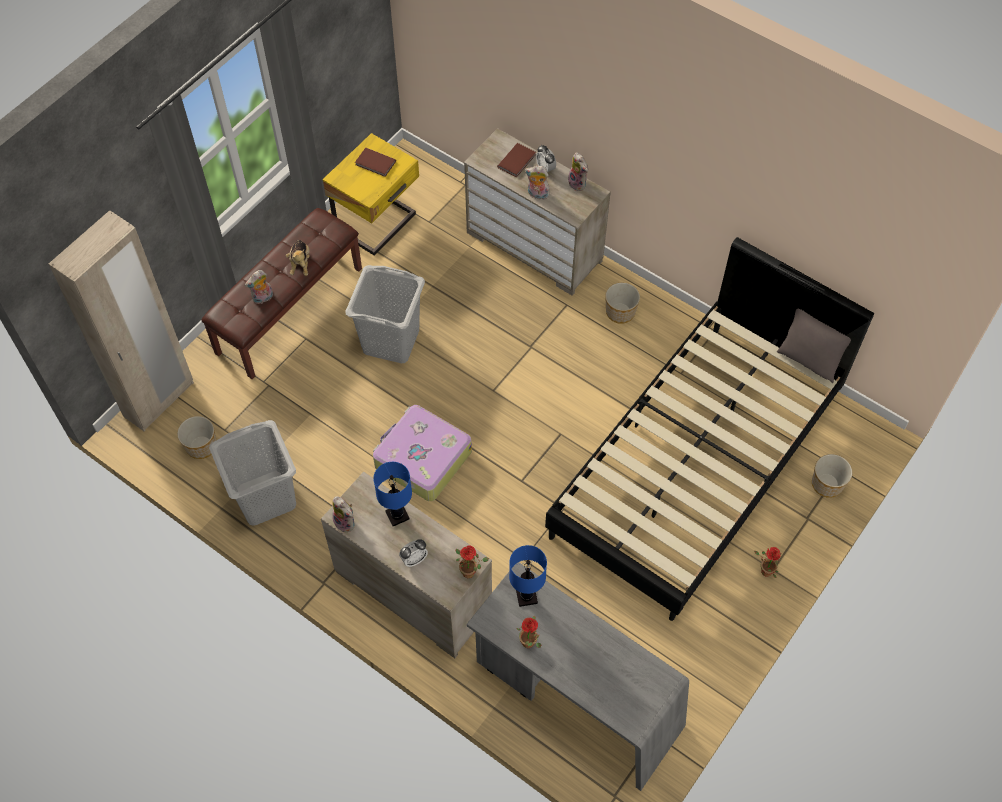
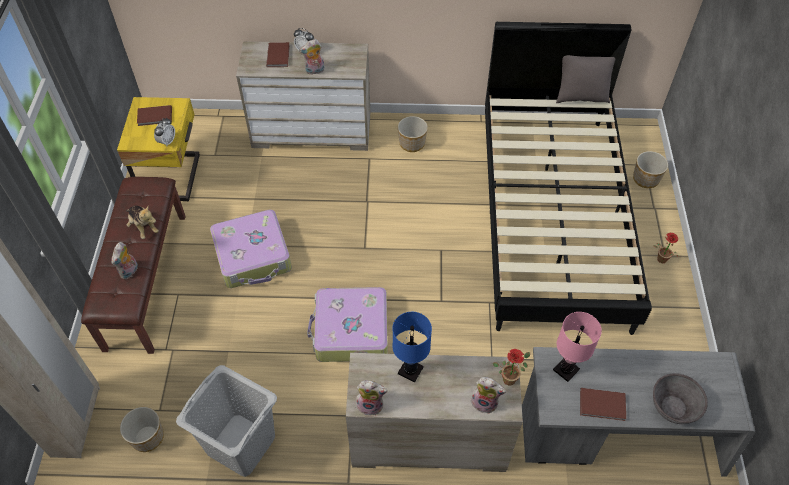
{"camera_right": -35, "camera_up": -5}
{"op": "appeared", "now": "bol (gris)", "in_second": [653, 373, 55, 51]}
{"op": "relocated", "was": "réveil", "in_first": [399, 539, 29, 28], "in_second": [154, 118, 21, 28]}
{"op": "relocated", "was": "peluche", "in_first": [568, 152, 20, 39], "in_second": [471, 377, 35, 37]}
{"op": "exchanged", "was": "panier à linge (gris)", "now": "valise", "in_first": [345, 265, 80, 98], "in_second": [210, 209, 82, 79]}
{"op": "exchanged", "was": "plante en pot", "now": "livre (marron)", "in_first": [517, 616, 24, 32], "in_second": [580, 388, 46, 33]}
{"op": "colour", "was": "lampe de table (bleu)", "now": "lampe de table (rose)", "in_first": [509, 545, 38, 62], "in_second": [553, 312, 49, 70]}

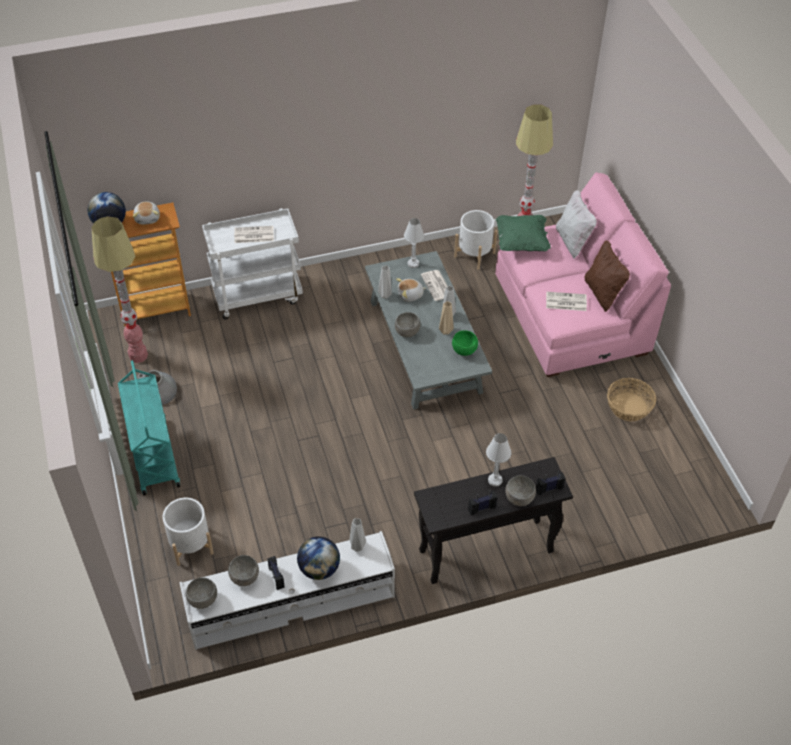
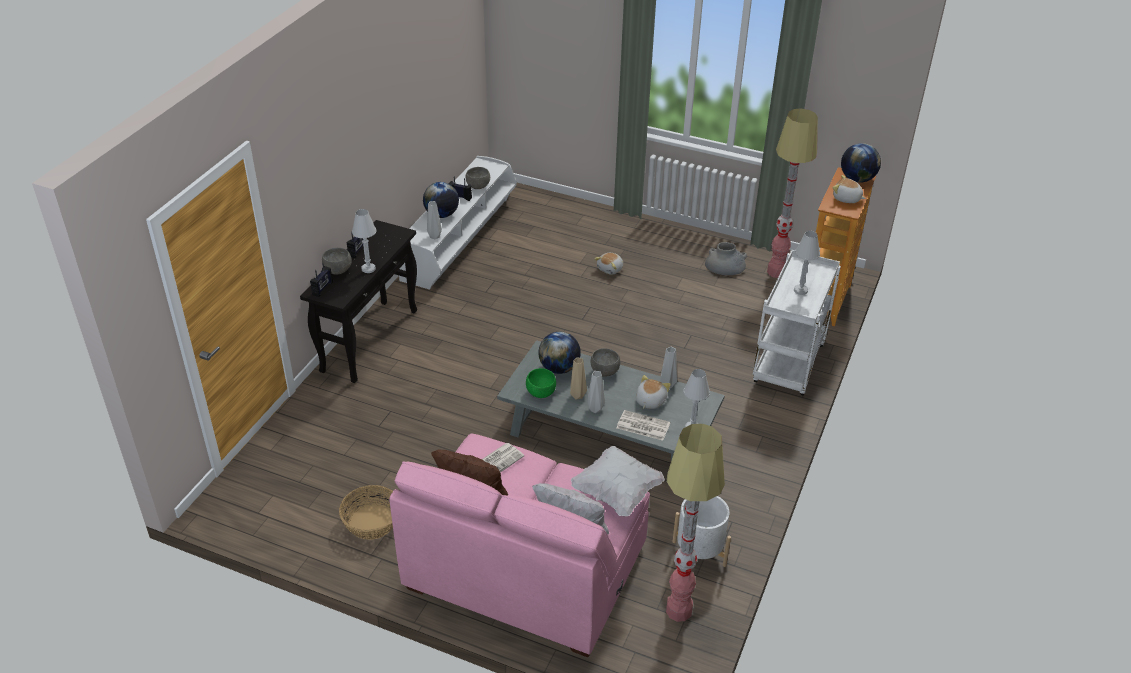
{"camera_right": 130, "camera_up": -10}
{"op": "missing", "was": "chariot (turquoise)", "in_first": [118, 360, 62, 136]}
{"op": "missing", "was": "cache-pot (blanc)", "in_first": [163, 498, 51, 68]}
{"op": "missing", "was": "bol (gris)", "in_first": [186, 577, 31, 32]}
{"op": "appeared", "now": "globe", "in_second": [538, 332, 43, 42]}
{"op": "appeared", "now": "peluche", "in_second": [594, 253, 29, 22]}
{"op": "exchanged", "was": "journal", "now": "lampe de table (blanc)", "in_first": [234, 226, 40, 17], "in_second": [794, 231, 26, 64]}
{"op": "colour", "was": "coussin (vert)", "now": "coussin (blanc)", "in_first": [495, 215, 56, 36], "in_second": [571, 446, 94, 70]}

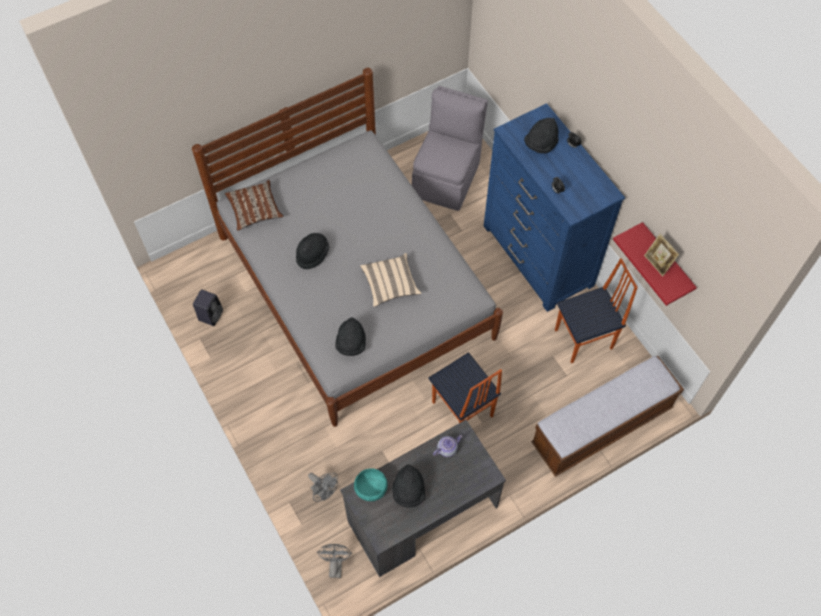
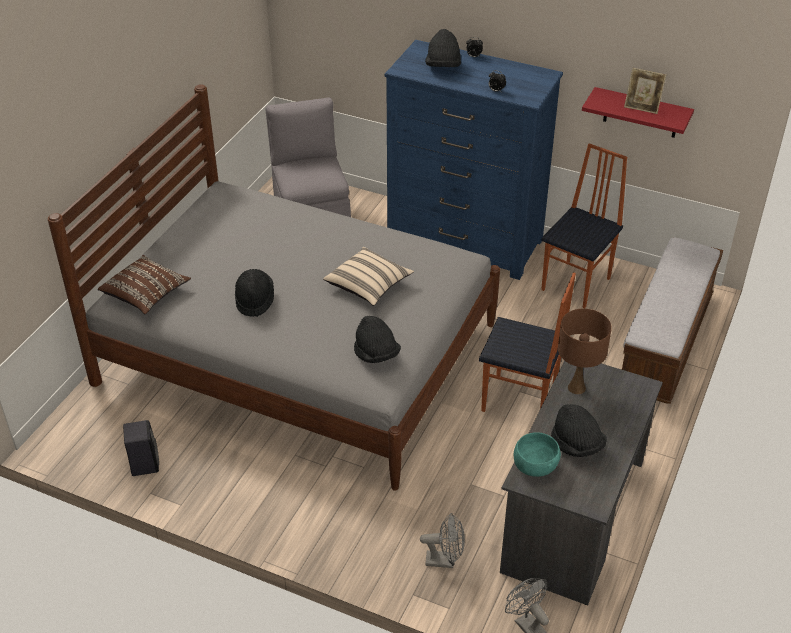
{"camera_right": -35, "camera_up": -20}
{"op": "exchanged", "was": "théière", "now": "lampe de table (marron)", "in_first": [433, 435, 29, 22], "in_second": [558, 309, 54, 85]}

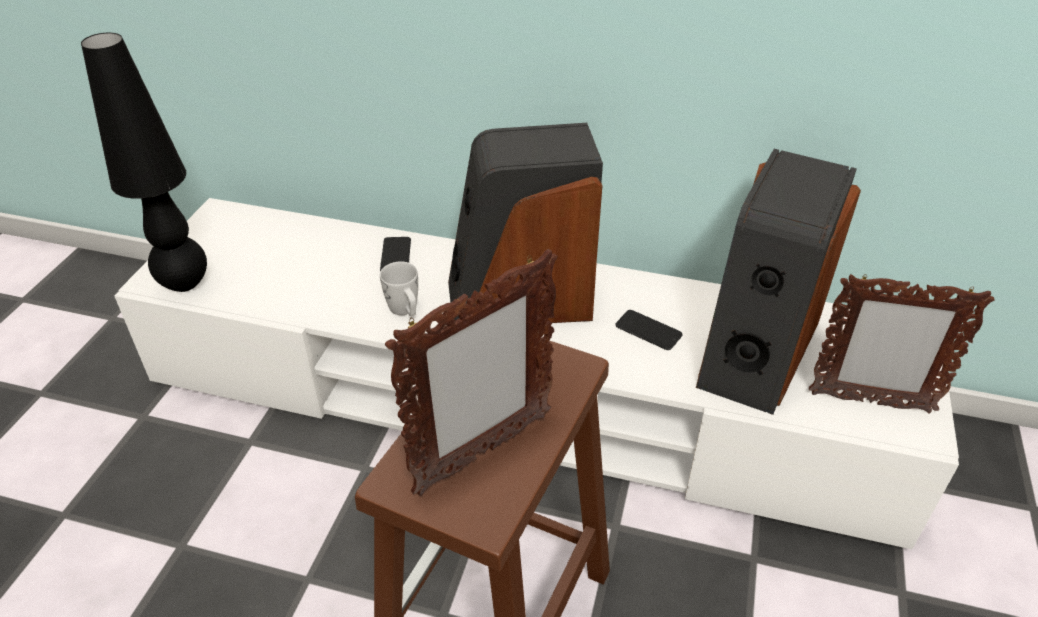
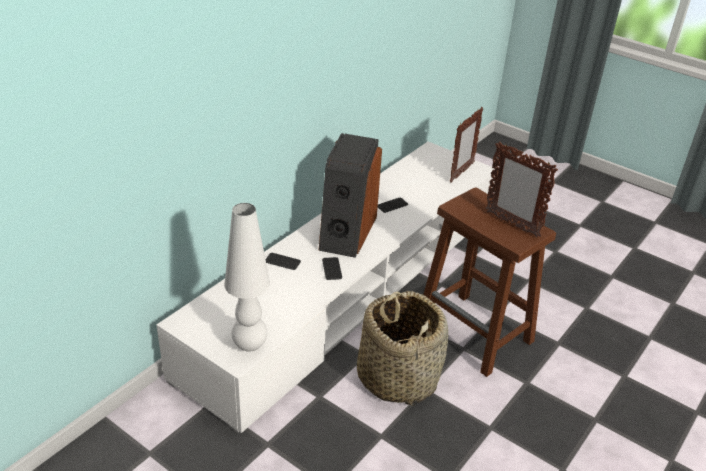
{"camera_right": -70, "camera_up": -5}
{"op": "missing", "was": "enceinte", "in_first": [696, 149, 165, 266]}
{"op": "appeared", "now": "panier", "in_second": [357, 291, 91, 115]}
{"op": "exchanged", "was": "mug (blanc)", "now": "téléphone", "in_first": [380, 262, 38, 54], "in_second": [322, 257, 20, 23]}
{"op": "colour", "was": "lampe de table (noir)", "now": "lampe de table (blanc)", "in_first": [81, 33, 126, 259], "in_second": [224, 203, 46, 149]}
{"op": "spun", "was": "cadre photo", "in_first": [385, 249, 173, 247], "in_second": [485, 142, 73, 96], "clockwise": 150}

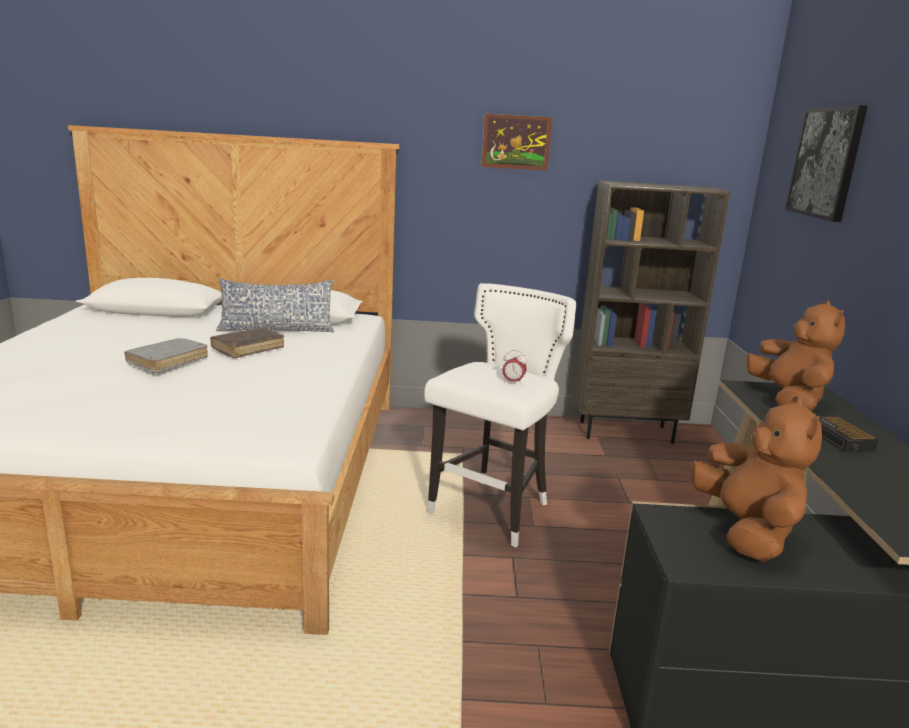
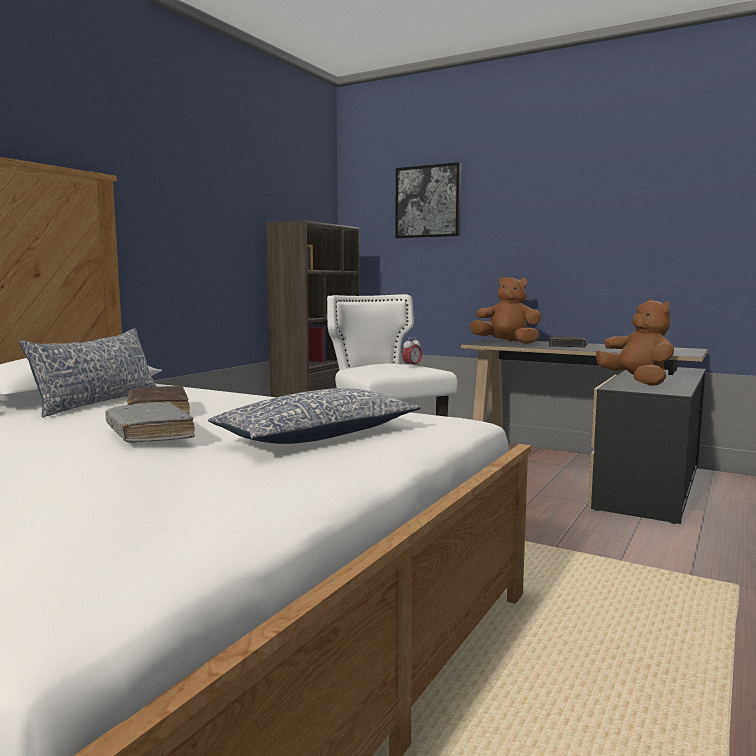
{"camera_right": -60, "camera_up": -10}
{"op": "missing", "was": "tableau", "in_first": [481, 114, 71, 57]}
{"op": "appeared", "now": "coussin", "in_second": [208, 388, 213, 56]}
{"op": "spun", "was": "peluche (marron)", "in_first": [691, 396, 131, 166], "in_second": [596, 299, 78, 87], "clockwise": 45}

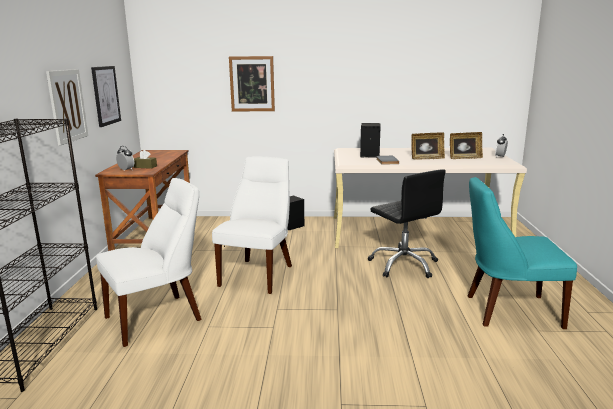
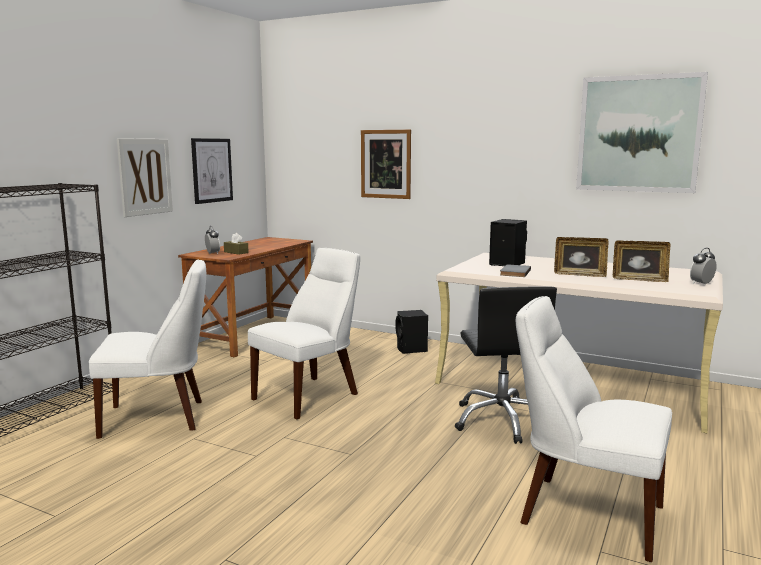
{"camera_right": 25, "camera_up": -5}
{"op": "appeared", "now": "tableau", "in_second": [576, 72, 132, 121]}
{"op": "colour", "was": "chaise (turquoise)", "now": "chaise (blanc)", "in_first": [468, 177, 109, 152], "in_second": [516, 296, 156, 266]}

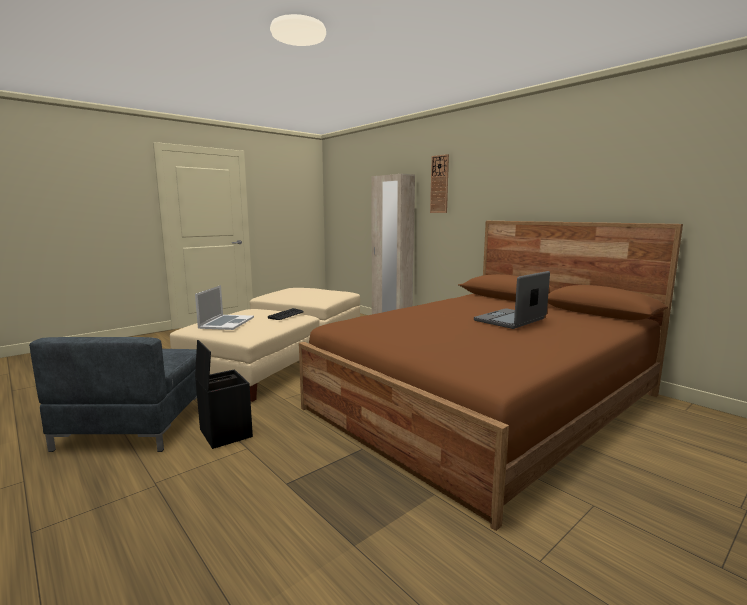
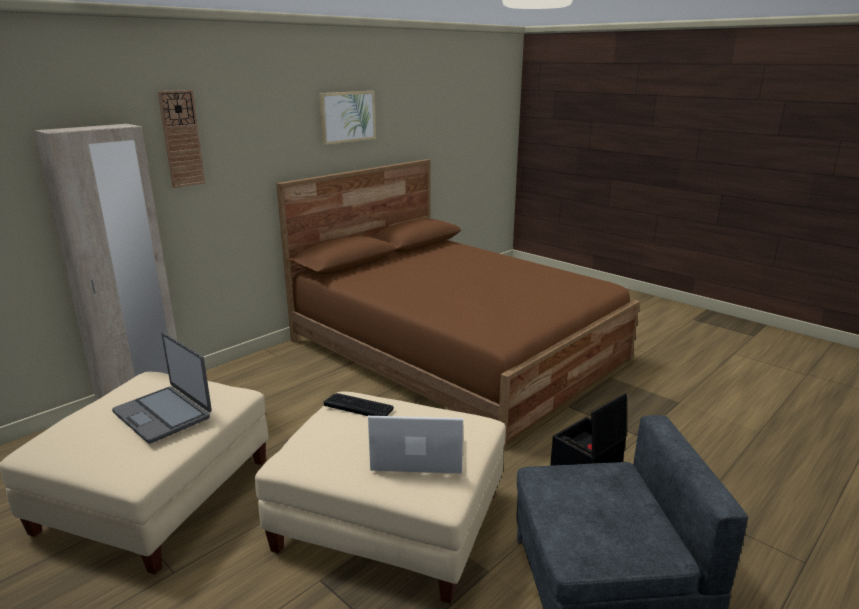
{"camera_right": -95, "camera_up": 10}
{"op": "appeared", "now": "tableau", "in_second": [319, 91, 57, 54]}
{"op": "relocated", "was": "ordinateur portable", "in_first": [474, 271, 76, 58], "in_second": [112, 333, 100, 111]}

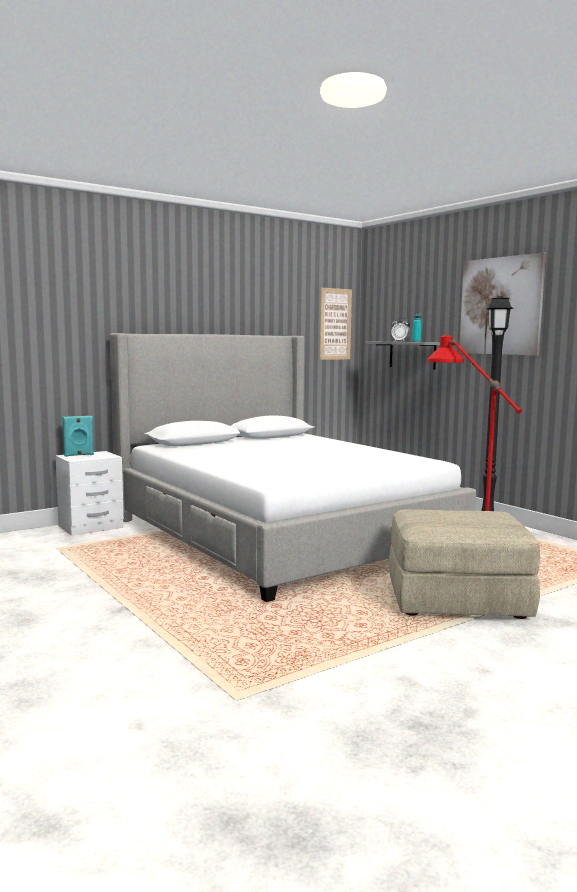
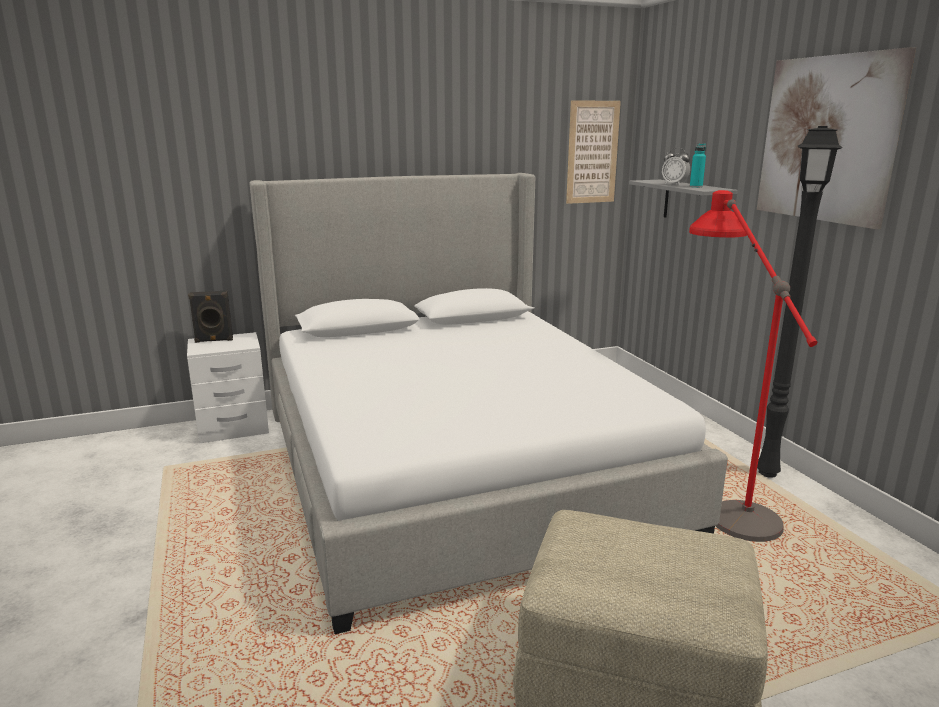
{"camera_right": 15, "camera_up": 10}
{"op": "colour", "was": "enceinte (turquoise)", "now": "enceinte (noir)", "in_first": [63, 416, 31, 41], "in_second": [188, 291, 45, 52]}

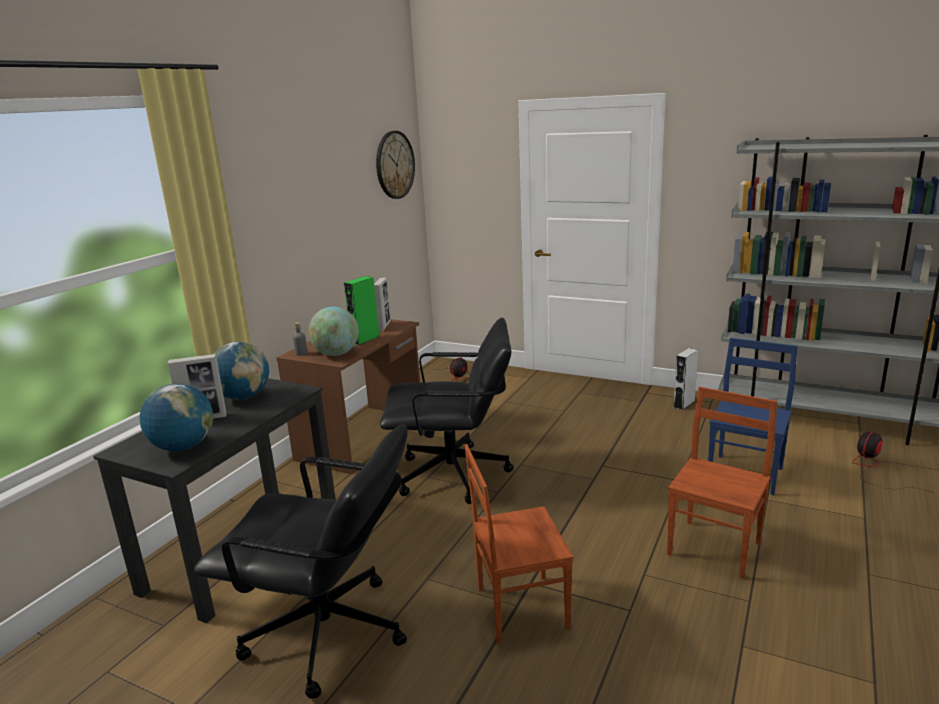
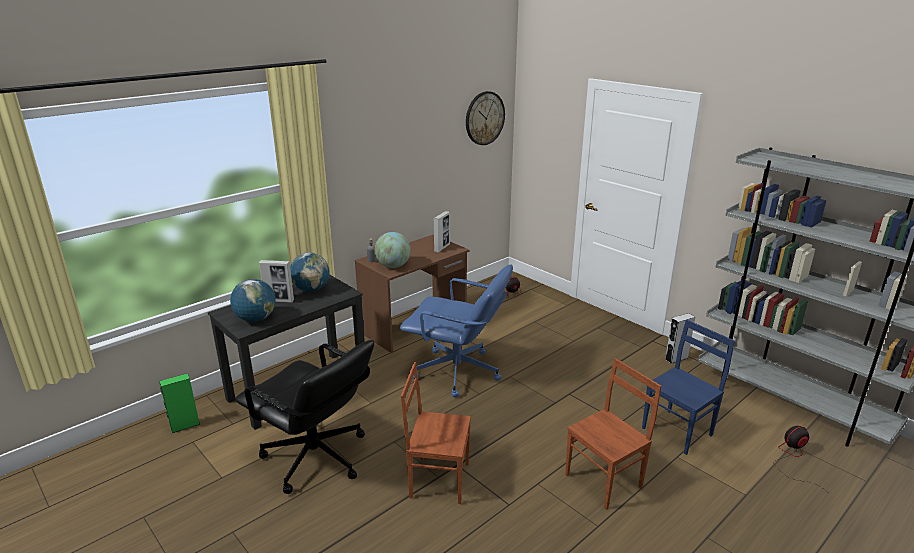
{"camera_right": 20, "camera_up": 5}
{"op": "relocated", "was": "enceinte (vert)", "in_first": [344, 276, 36, 69], "in_second": [159, 373, 41, 60]}
{"op": "colour", "was": "chaise de bureau (noir)", "now": "chaise de bureau (bleu)", "in_first": [380, 318, 134, 186], "in_second": [400, 264, 113, 133]}

